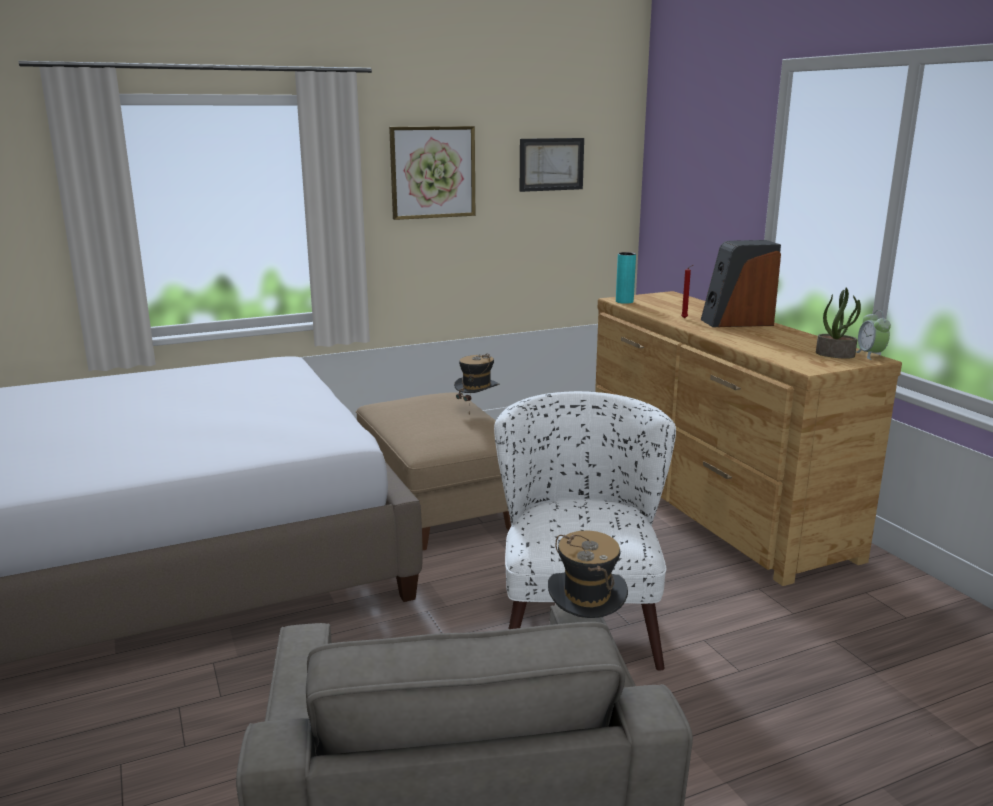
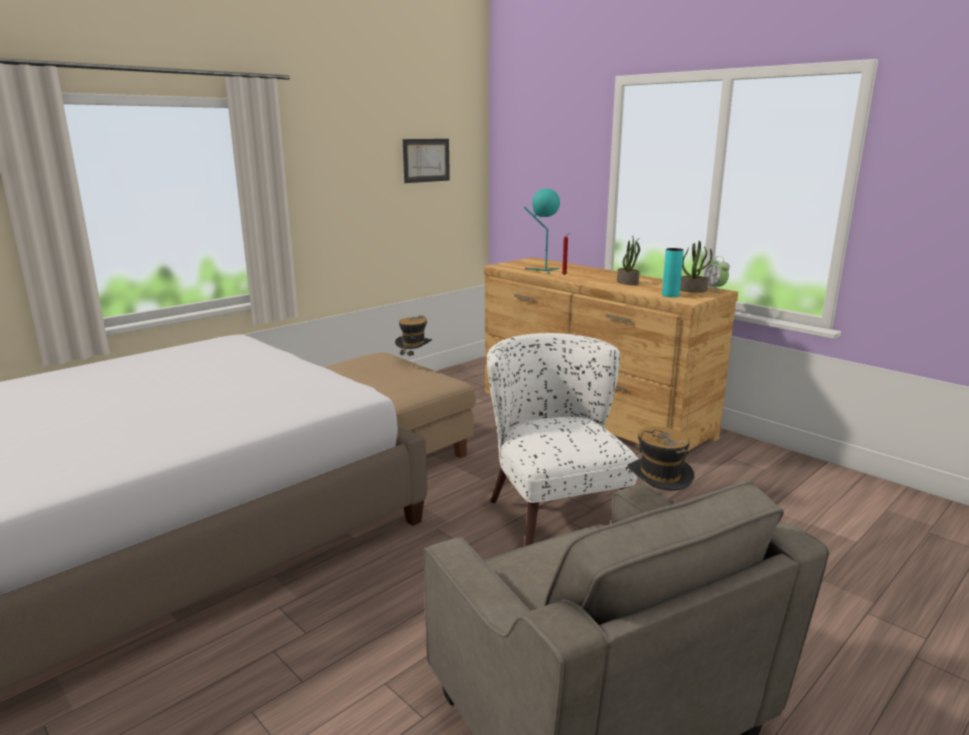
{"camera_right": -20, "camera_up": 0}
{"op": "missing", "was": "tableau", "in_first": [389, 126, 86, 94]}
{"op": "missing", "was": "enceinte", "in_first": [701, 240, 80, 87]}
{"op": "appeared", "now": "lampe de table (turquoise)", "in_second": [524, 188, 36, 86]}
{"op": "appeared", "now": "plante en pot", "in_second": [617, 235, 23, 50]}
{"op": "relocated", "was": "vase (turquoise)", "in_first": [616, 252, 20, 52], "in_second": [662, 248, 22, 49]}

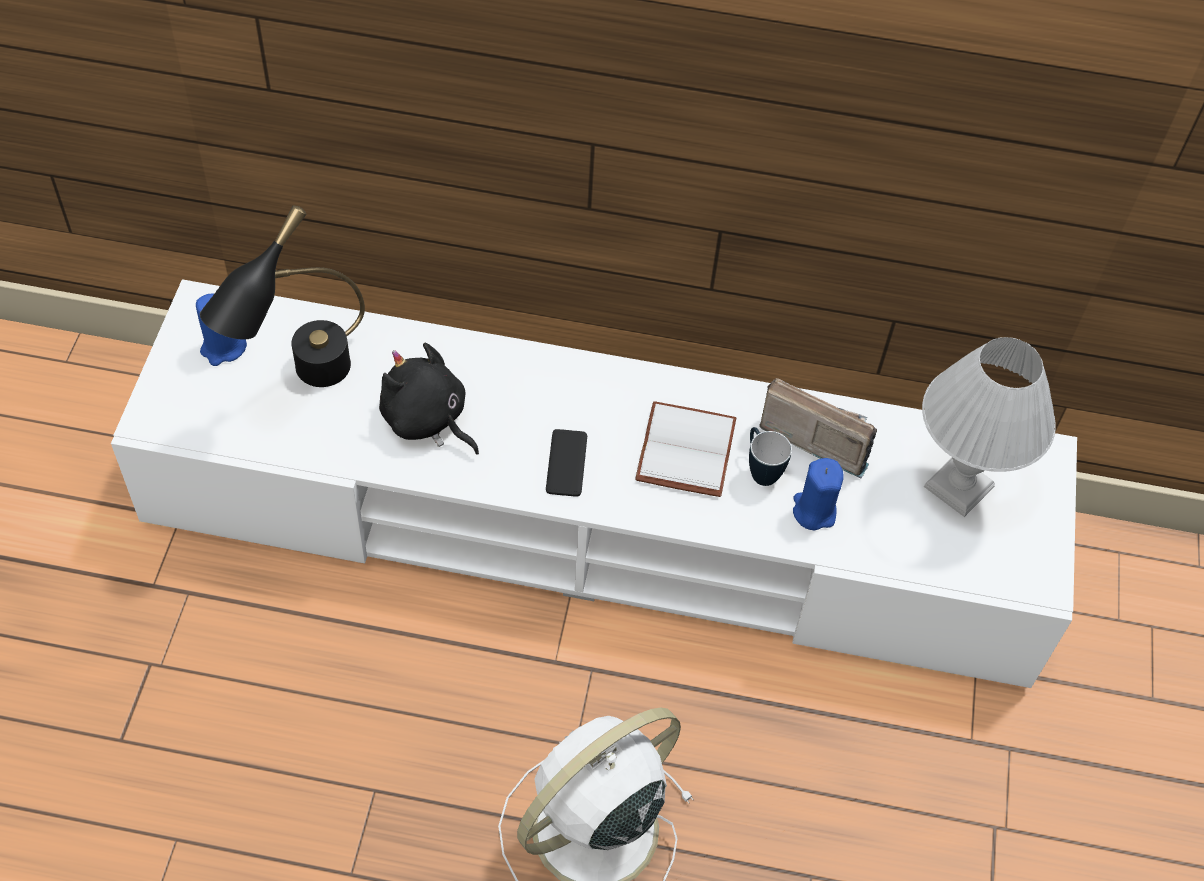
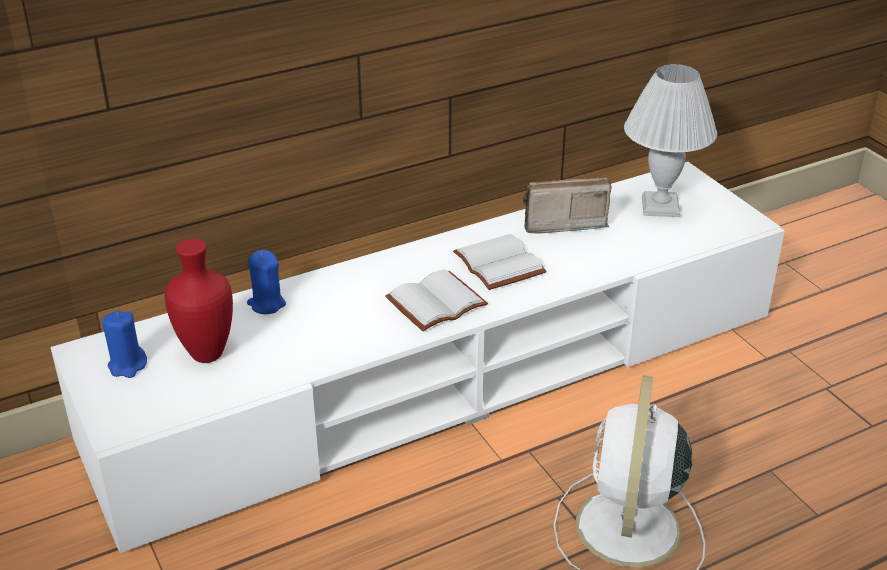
{"camera_right": -35, "camera_up": -20}
{"op": "missing", "was": "peluche (noir)", "in_first": [379, 343, 100, 112]}
{"op": "missing", "was": "mug", "in_first": [749, 427, 43, 59]}
{"op": "relocated", "was": "bougie (bleu)", "in_first": [793, 458, 51, 72], "in_second": [247, 250, 39, 64]}
{"op": "exchanged", "was": "lampe de table (noir)", "now": "vase (rouge)", "in_first": [200, 205, 165, 182], "in_second": [165, 239, 68, 124]}
{"op": "exchanged", "was": "téléphone", "now": "livre (blanc)", "in_first": [546, 429, 41, 68], "in_second": [386, 270, 102, 61]}

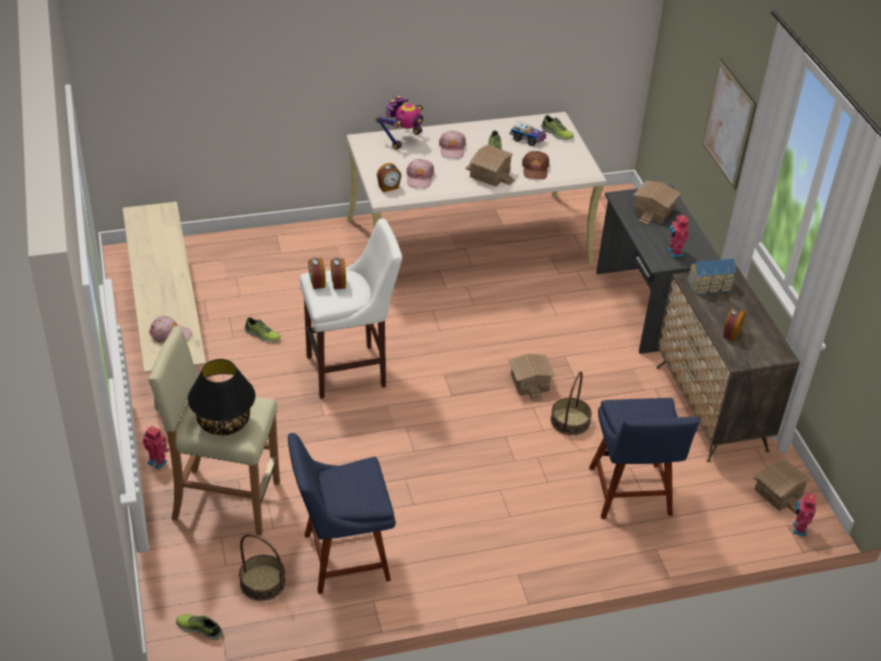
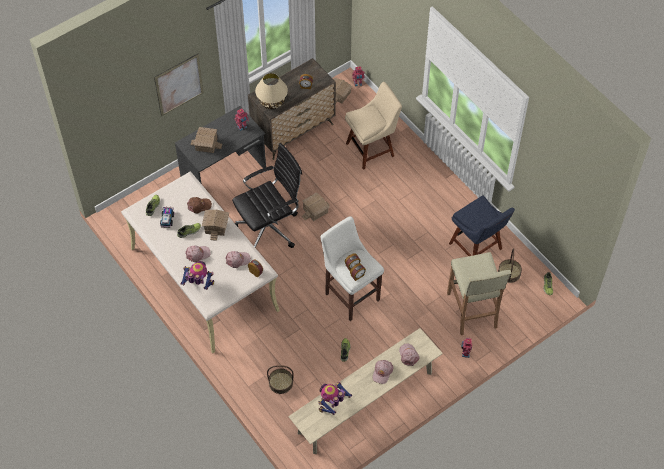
{"camera_right": -110, "camera_up": 15}
{"op": "missing", "was": "lampe de table (noir)", "in_first": [188, 359, 67, 77]}
{"op": "appeared", "now": "chaise de bureau (noir)", "in_second": [232, 143, 70, 105]}
{"op": "appeared", "now": "robot jouet", "in_second": [319, 382, 33, 33]}
{"op": "appeared", "now": "casquette (rose)", "in_second": [373, 360, 21, 24]}
{"op": "relocated", "was": "panier", "in_first": [551, 371, 41, 65], "in_second": [267, 365, 27, 29]}
{"op": "exchanged", "was": "maison miniature", "now": "lampe de table (beige)", "in_first": [687, 258, 49, 37], "in_second": [255, 73, 33, 36]}
{"op": "colour", "was": "chaise (bleu)", "now": "chaise (beige)", "in_first": [589, 398, 111, 121], "in_second": [345, 82, 57, 88]}

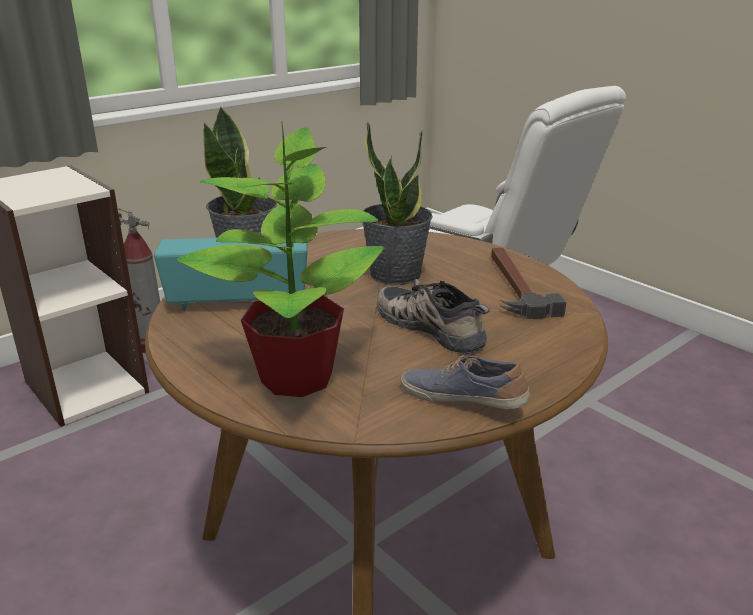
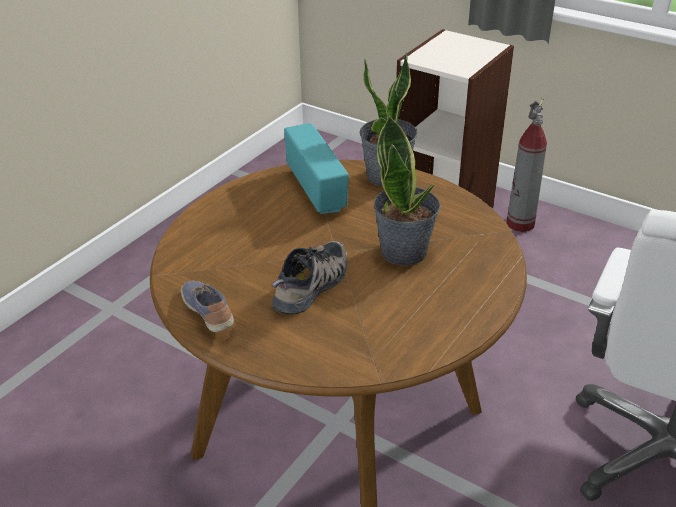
{"camera_right": 75, "camera_up": 10}
{"op": "missing", "was": "plante en pot", "in_first": [177, 121, 207, 276]}
{"op": "missing", "was": "marteau", "in_first": [491, 248, 75, 71]}
{"op": "spun", "was": "chaussure", "in_first": [401, 355, 129, 54], "in_second": [181, 281, 53, 51], "clockwise": -45}

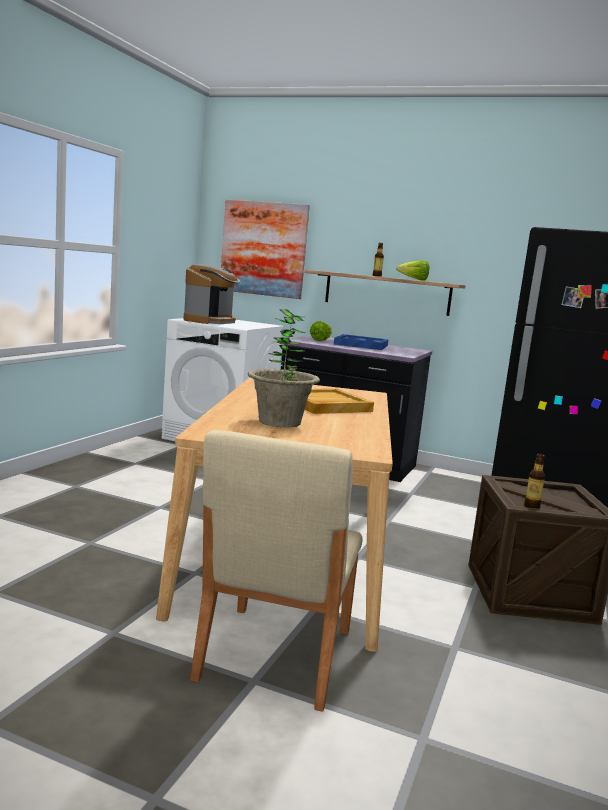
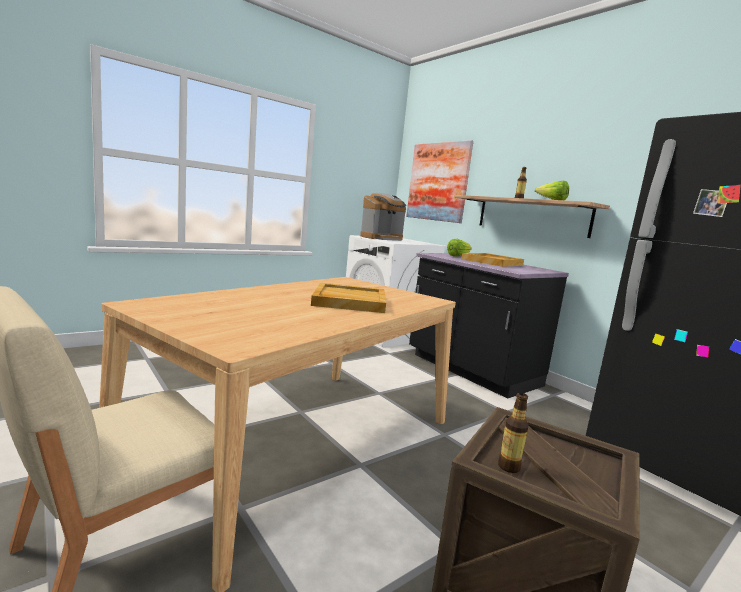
{"camera_right": 30, "camera_up": 0}
{"op": "missing", "was": "plante en pot", "in_first": [248, 309, 72, 118]}
{"op": "colour", "was": "plateau (bleu)", "now": "plateau (beige)", "in_first": [334, 334, 55, 16], "in_second": [461, 253, 63, 14]}

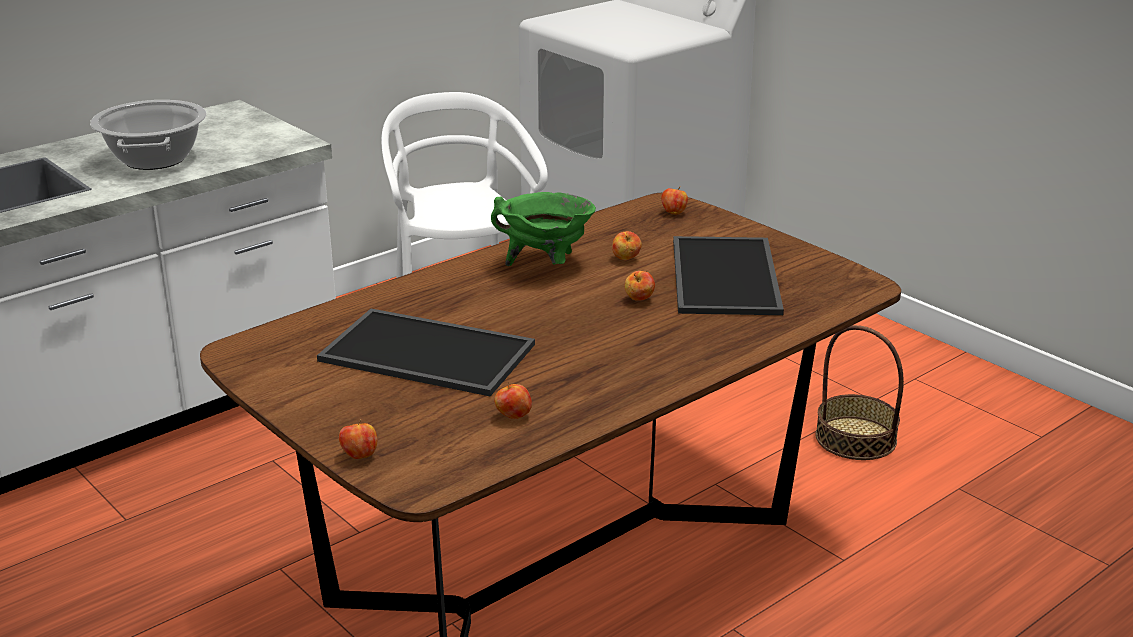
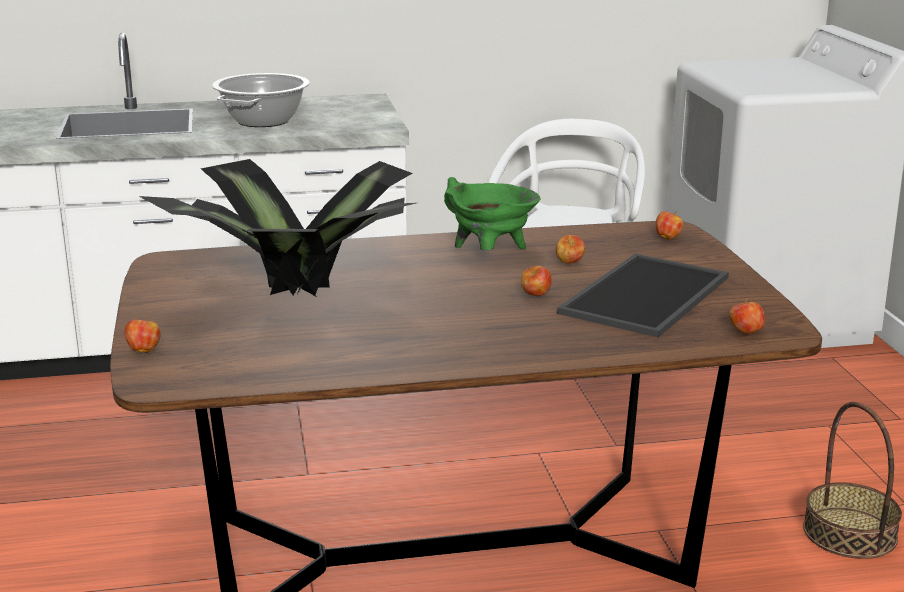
{"camera_right": 30, "camera_up": -5}
{"op": "relocated", "was": "pomme", "in_first": [494, 382, 38, 37], "in_second": [729, 298, 36, 36]}
{"op": "exchanged", "was": "plateau", "now": "plante en pot", "in_first": [317, 309, 218, 87], "in_second": [139, 159, 277, 138]}

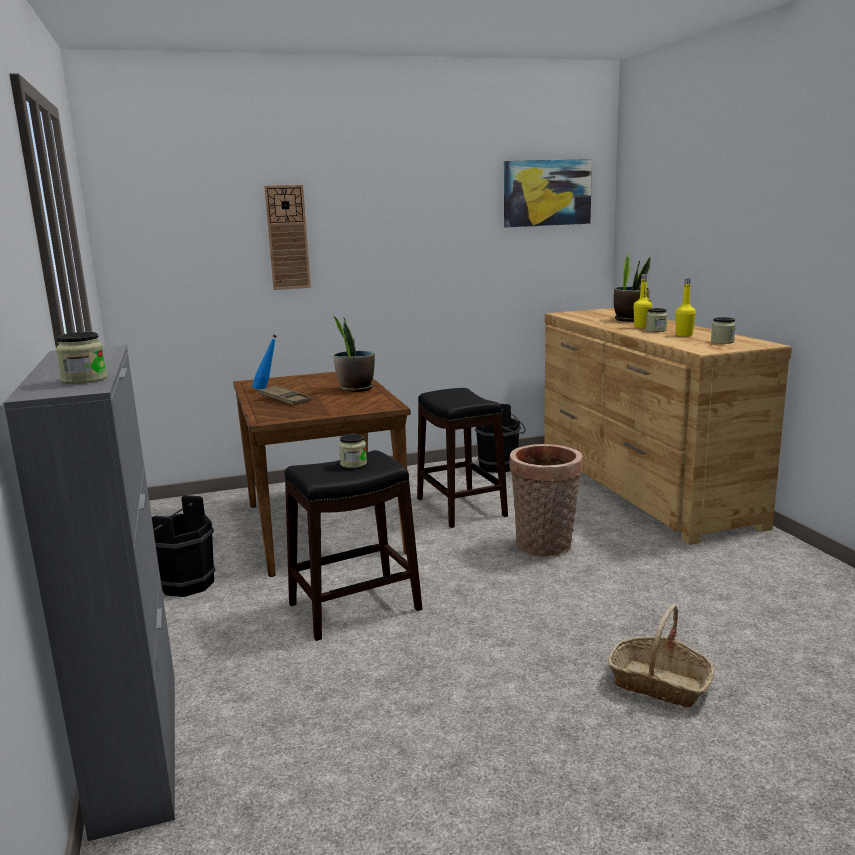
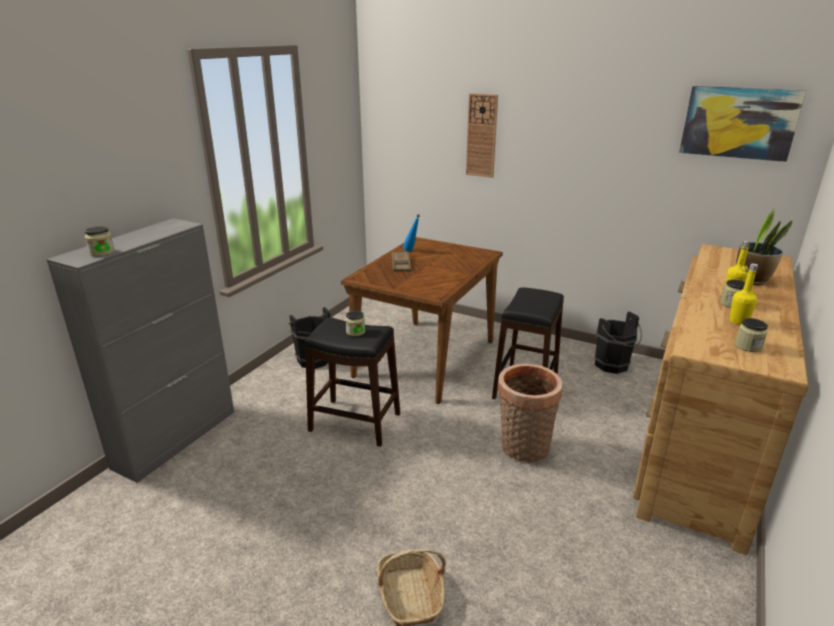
{"camera_right": 45, "camera_up": 10}
{"op": "missing", "was": "plante en pot", "in_first": [333, 316, 42, 76]}

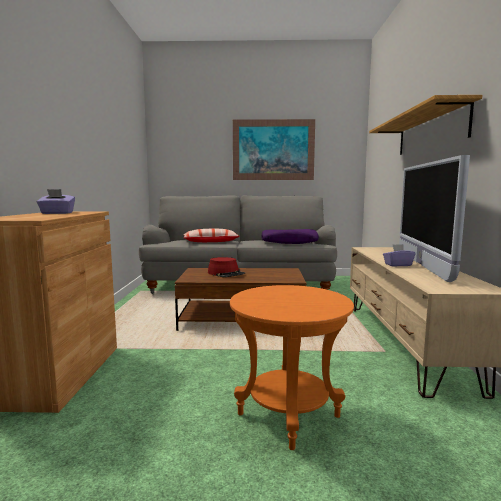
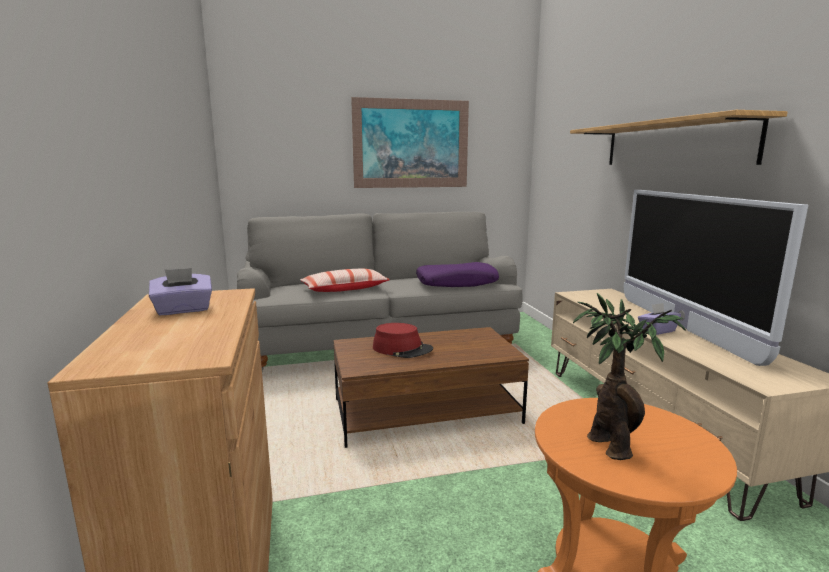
{"camera_right": -15, "camera_up": 5}
{"op": "appeared", "now": "plante en pot", "in_second": [573, 293, 113, 167]}

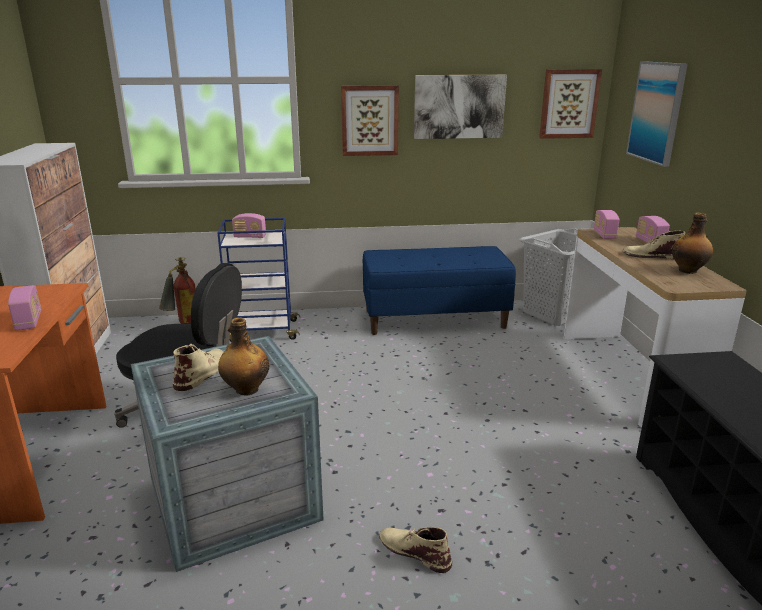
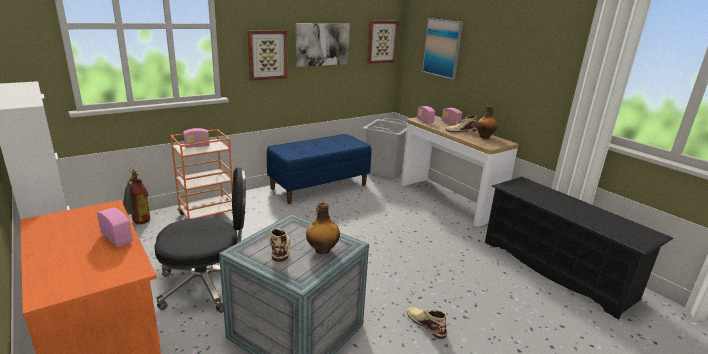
{"camera_right": -30, "camera_up": 0}
{"op": "colour", "was": "chariot (bleu)", "now": "chariot (orange)", "in_first": [217, 218, 83, 124], "in_second": [170, 129, 63, 90]}
{"op": "spun", "was": "botte (beige)", "in_first": [379, 527, 73, 46], "in_second": [407, 307, 40, 32], "clockwise": 45}

